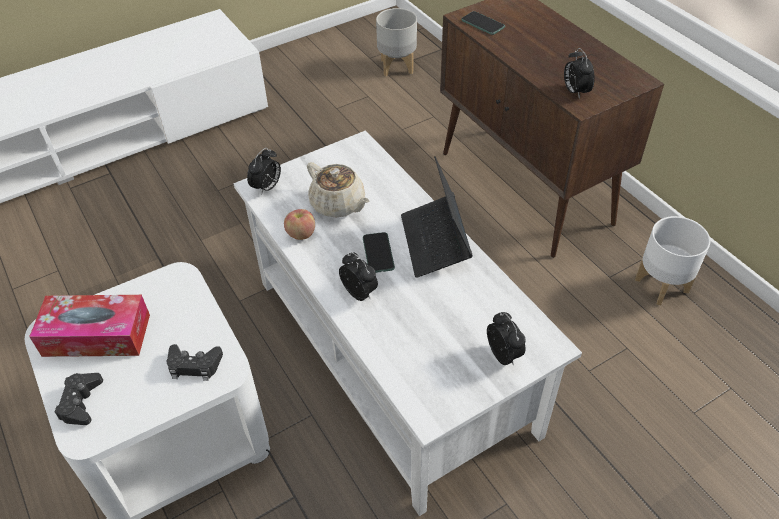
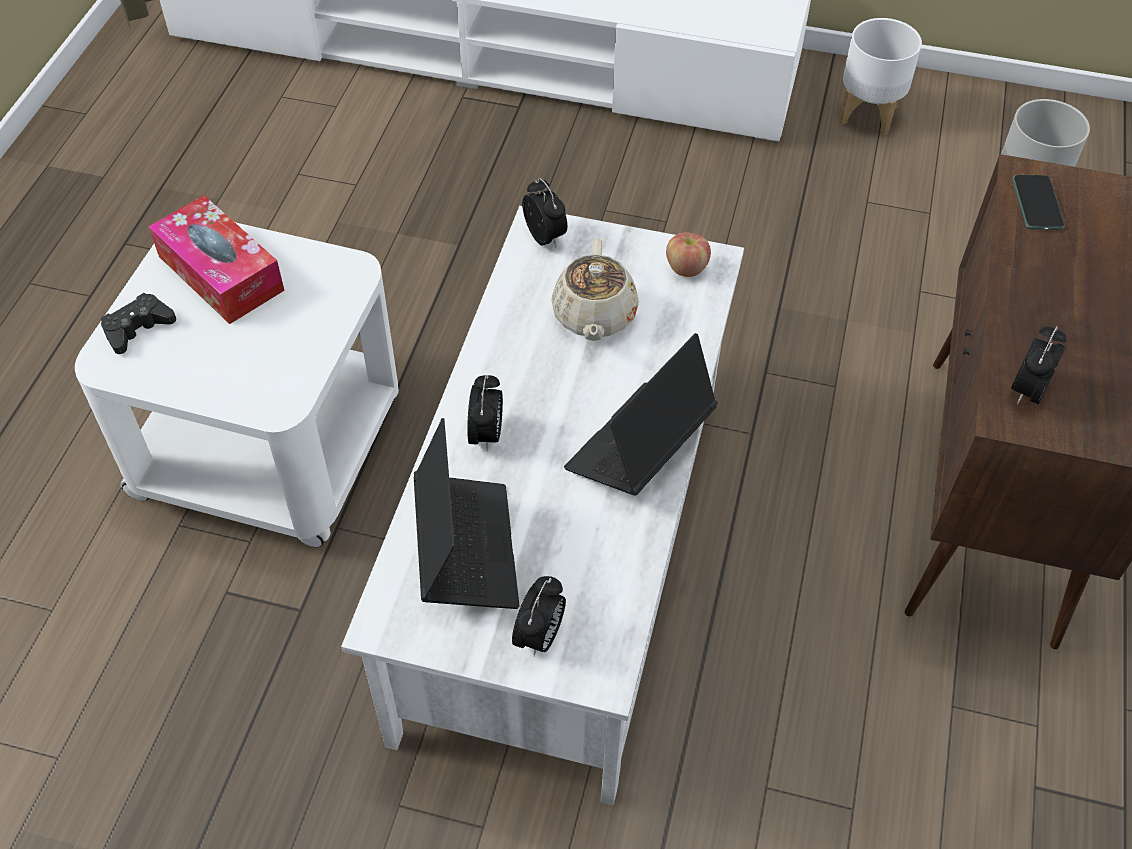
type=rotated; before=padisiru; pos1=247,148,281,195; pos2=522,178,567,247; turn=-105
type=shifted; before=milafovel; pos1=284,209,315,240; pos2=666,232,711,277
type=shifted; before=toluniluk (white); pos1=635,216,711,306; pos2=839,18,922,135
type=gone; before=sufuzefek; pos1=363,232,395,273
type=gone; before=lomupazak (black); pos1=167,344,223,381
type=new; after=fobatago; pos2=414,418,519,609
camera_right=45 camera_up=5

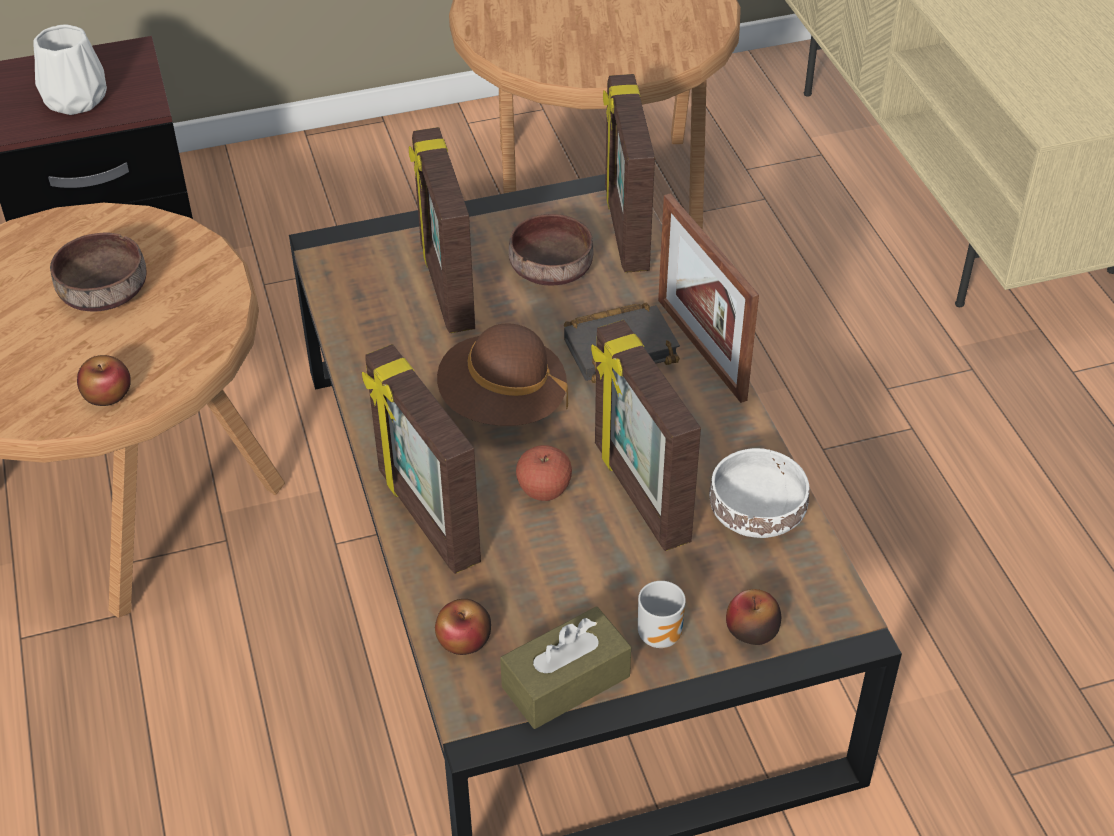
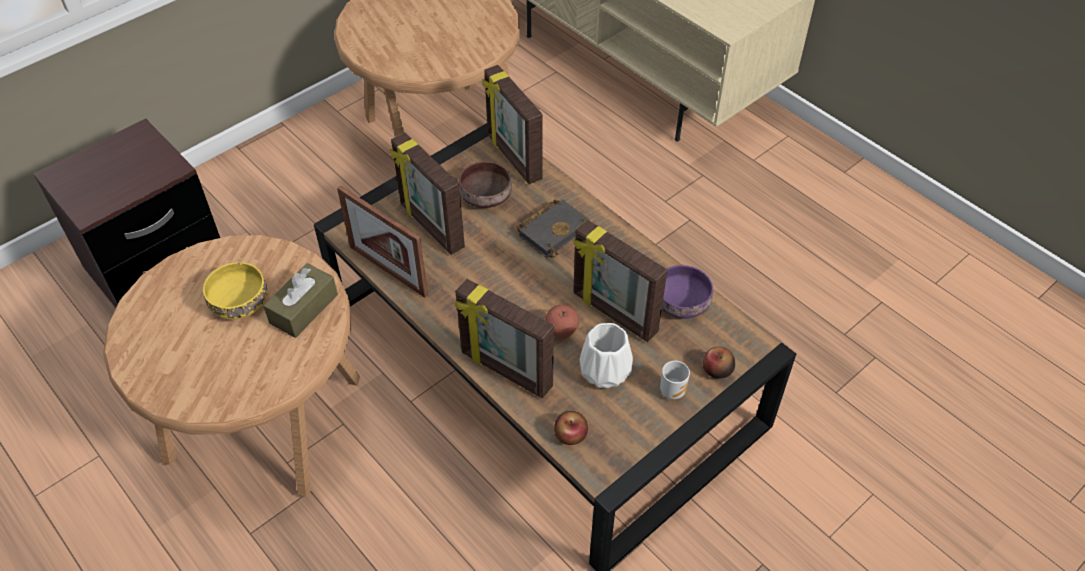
type=shifted; before=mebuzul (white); pos1=33,24,107,115; pos2=580,323,633,388
type=shifted; before=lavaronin; pos1=658,193,759,403; pos2=337,185,428,298
type=repainted; before=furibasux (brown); after=furibasux (yellow); pos1=50,233,147,312; pos2=203,262,267,320
type=gone; before=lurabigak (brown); pos1=437,323,568,426
type=gone; before=milafovel; pos1=77,355,131,406
type=repainted; before=furibasux (white); after=furibasux (purple); pos1=709,448,810,538; pos2=662,265,713,319
type=shifted; before=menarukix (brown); pos1=500,607,631,729; pos2=263,263,338,338
camera_right=-25 camera_up=5

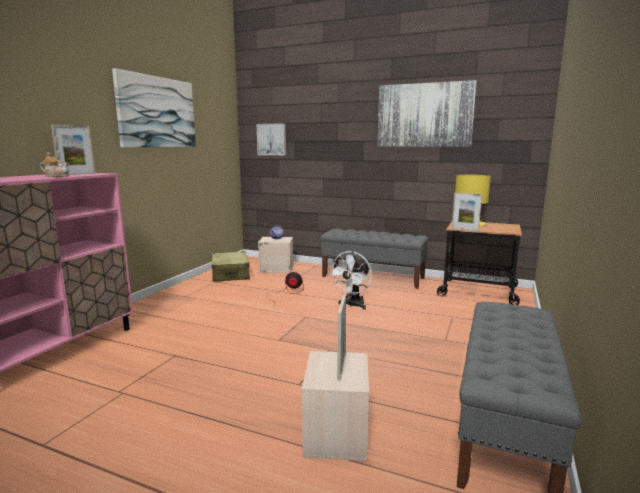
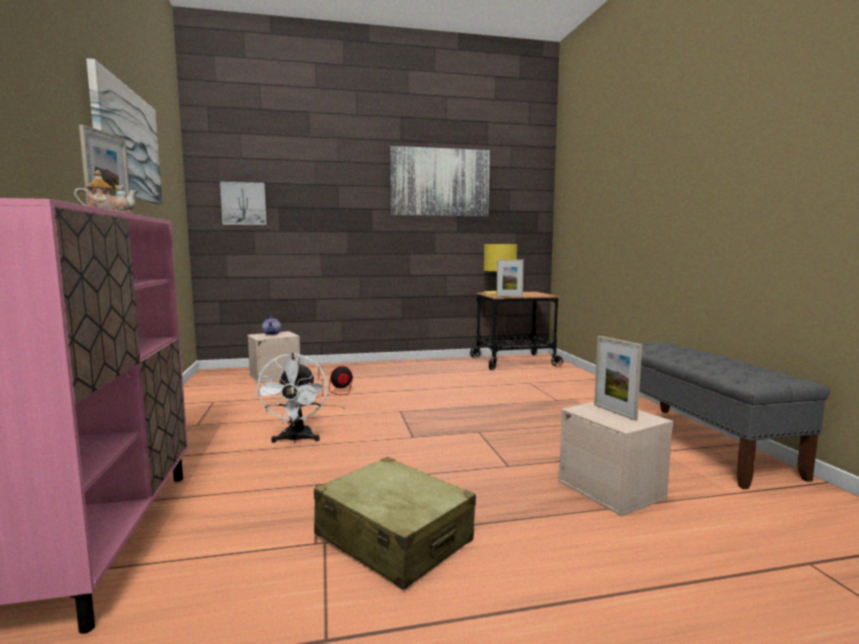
type=gone; before=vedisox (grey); pos1=320,229,429,289
type=shifted; before=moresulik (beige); pos1=211,251,250,281; pos2=314,457,476,590
type=shifted; before=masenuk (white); pos1=329,251,372,309; pos2=255,353,328,443
camera_right=-35 camera_up=-5

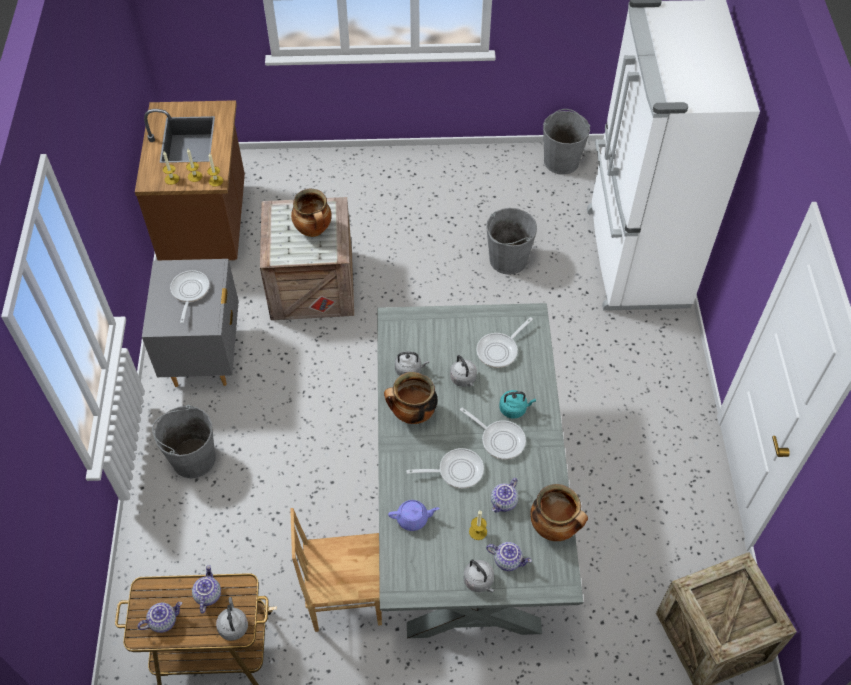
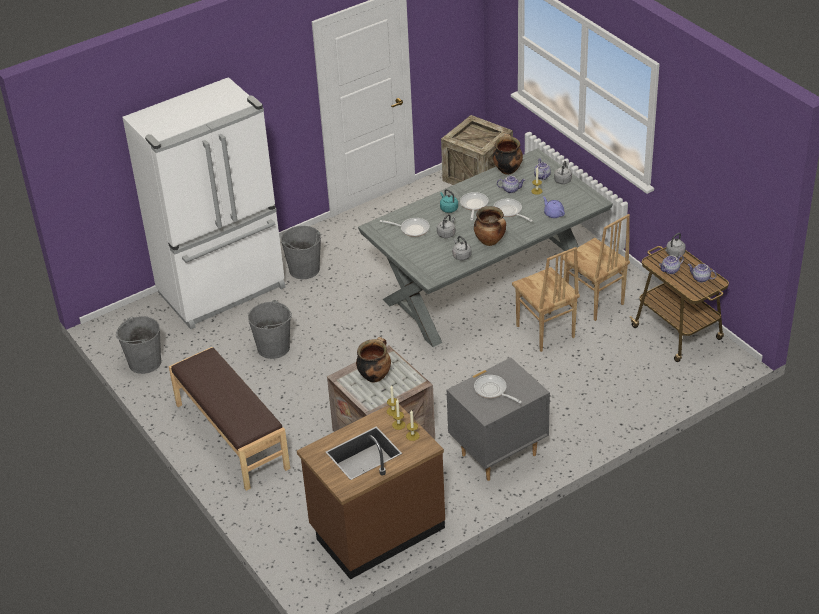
type=rotated; before=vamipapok; pos1=170,270,209,323; pos2=474,375,522,403; turn=75
type=shifted; before=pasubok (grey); pos1=152,405,216,478; pos2=281,226,321,279
type=new; after=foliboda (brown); pos2=512,247,580,352
type=new; after=vedisox (brown); pos2=169,347,290,491
camera_right=-120 camera_up=-15

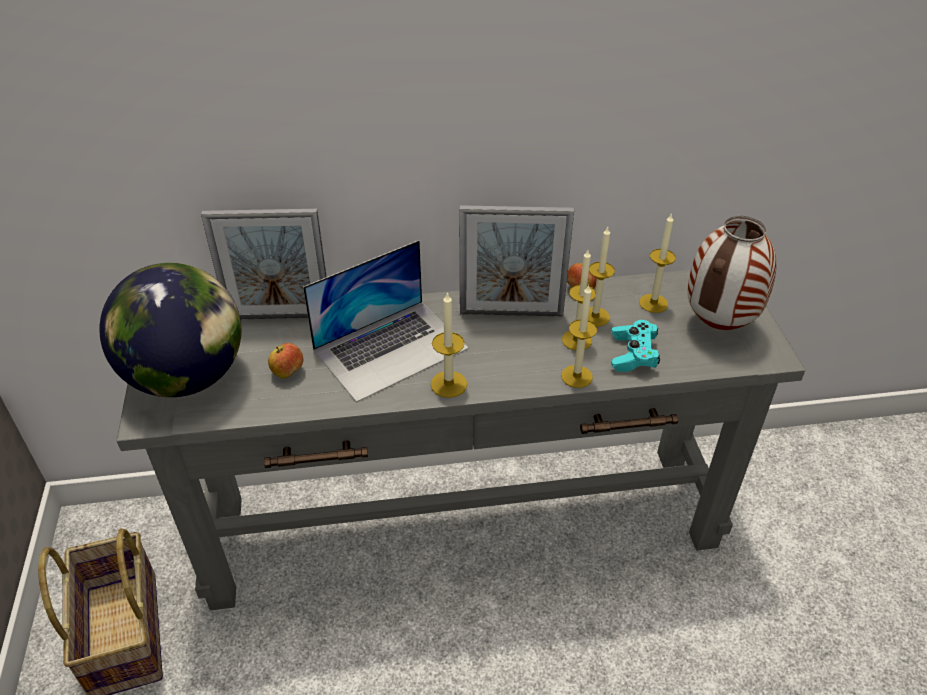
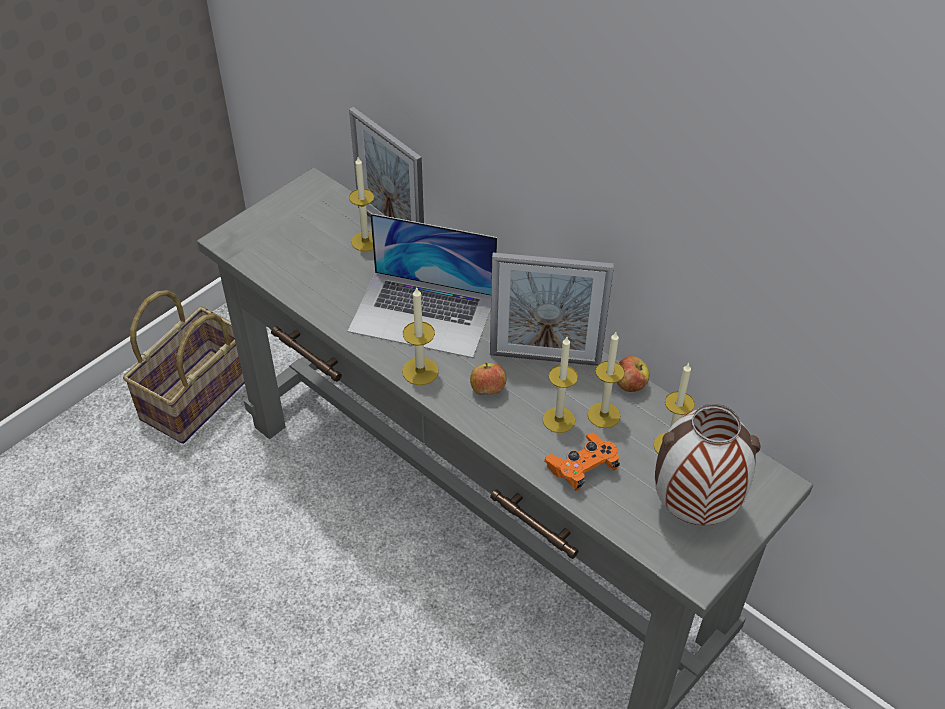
type=rotated; before=lavaronin; pos1=460,205,574,316; pos2=490,253,614,366; turn=-45
type=gone; before=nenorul; pos1=99,263,241,397
type=shifted; before=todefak; pos1=561,285,597,388; pos2=349,157,374,251
type=repainted; before=lomupazak (turquoise); after=lomupazak (orange); pos1=611,320,660,372; pos2=544,433,620,491
type=shifted; before=milafovel; pos1=268,343,303,378; pos2=470,363,506,395
camera_right=50 camera_up=5

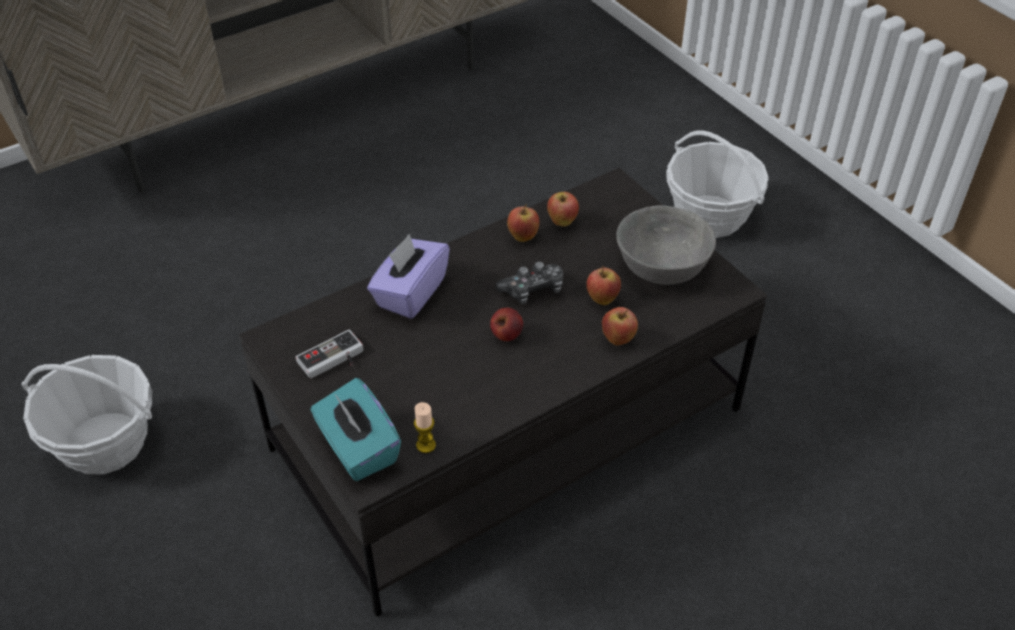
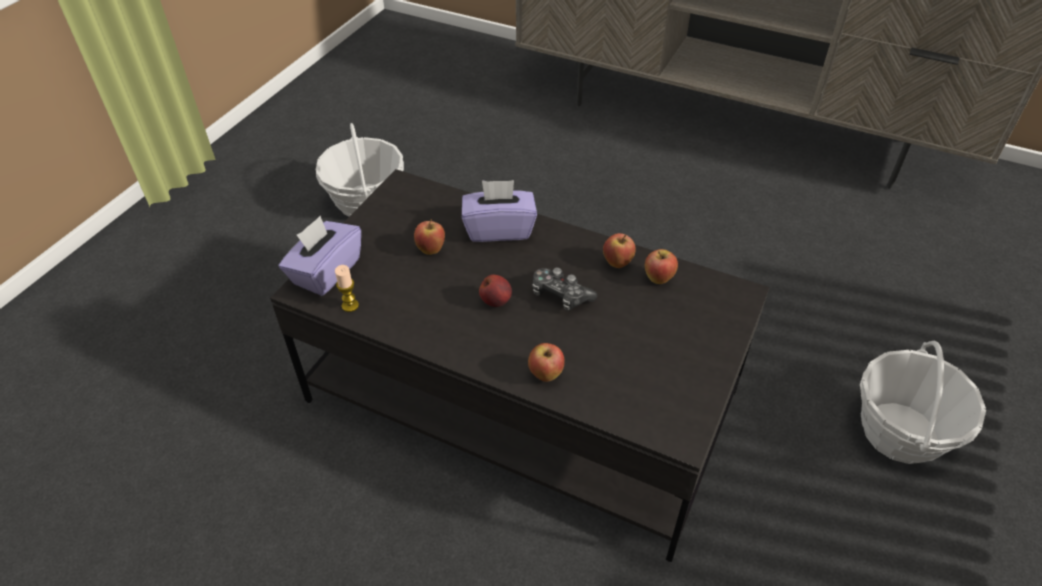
type=gone; before=furibasux (grey); pos1=616,205,716,285
type=shifted; before=milafovel; pos1=586,266,621,305; pos2=414,219,445,255
type=gone; before=lomupazak; pos1=296,330,363,379
type=repainted; before=menarukix (turquoise); after=menarukix (purple); pos1=311,378,401,481; pos2=279,216,361,296
camera_right=60 camera_up=0

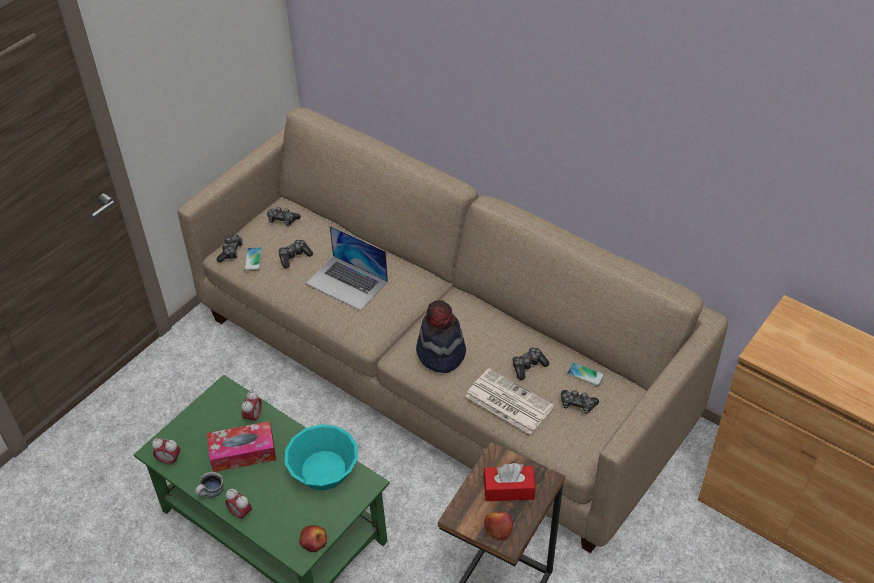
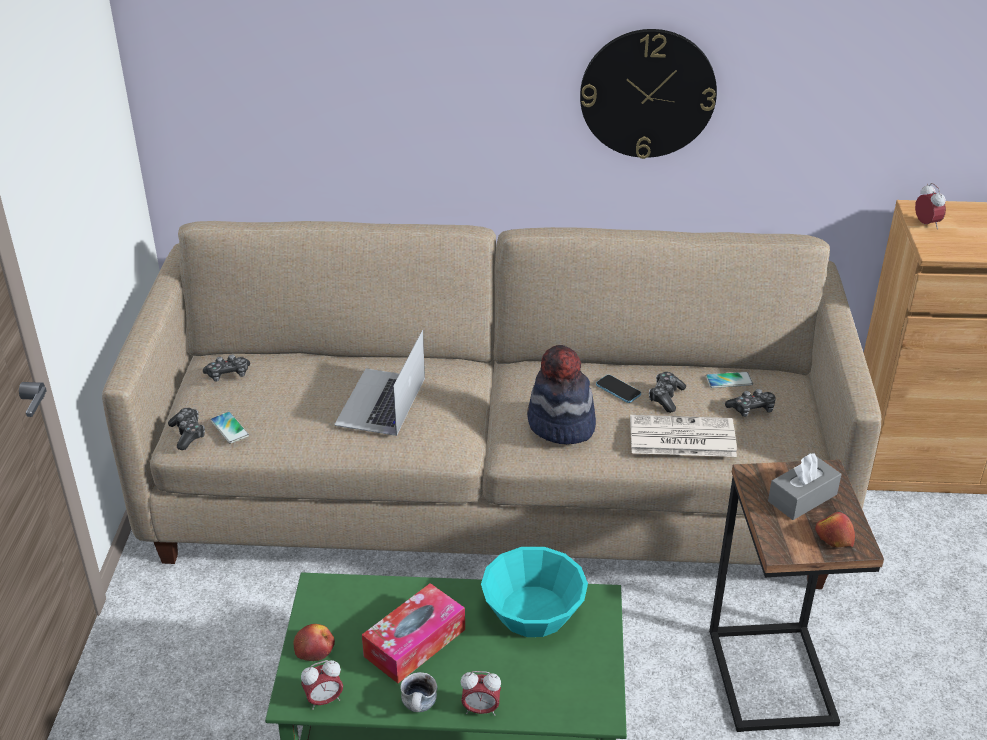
type=rotated; before=fobatago; pos1=306,226,388,311; pos2=334,330,425,436; turn=105
type=gone; before=lomupazak; pos1=279,240,313,268
type=shifted; before=padisiru; pos1=241,390,262,422; pos2=915,183,946,229
type=repainted; before=menarukix (red); after=menarukix (grey); pos1=484,463,536,501; pos2=768,453,842,520
type=shifted; before=milafovel; pos1=299,525,327,552; pos2=293,624,335,661
type=new; after=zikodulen; pos2=580,29,717,159
type=new; after=sufuzefek; pos2=596,375,641,403
camera_right=-35 camera_up=-10

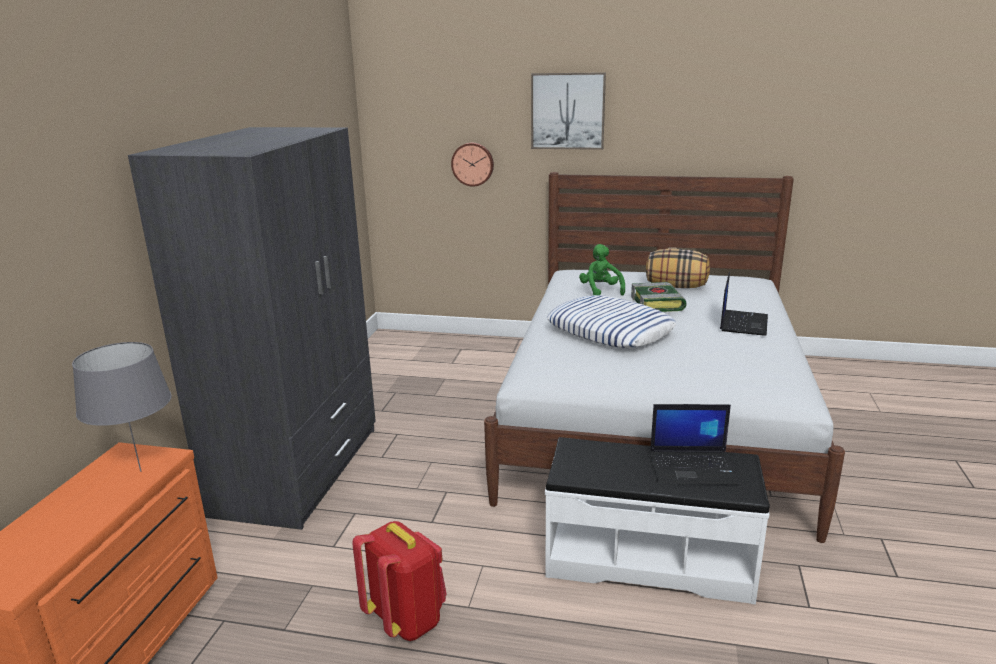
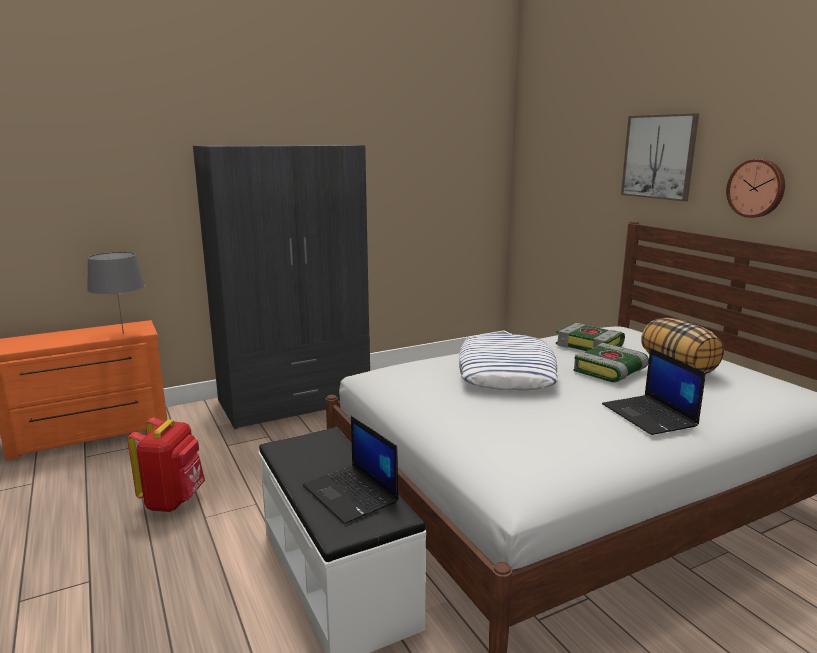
type=shifted; before=zikodulen; pos1=451,143,494,187; pos2=726,159,785,218
type=swapped; before=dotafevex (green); after=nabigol; pos1=579,244,625,296; pos2=556,323,625,351
type=rotated; before=fobatago; pos1=720,272,768,336; pos2=602,348,706,435; turn=90
camera_right=50 camera_up=-5

